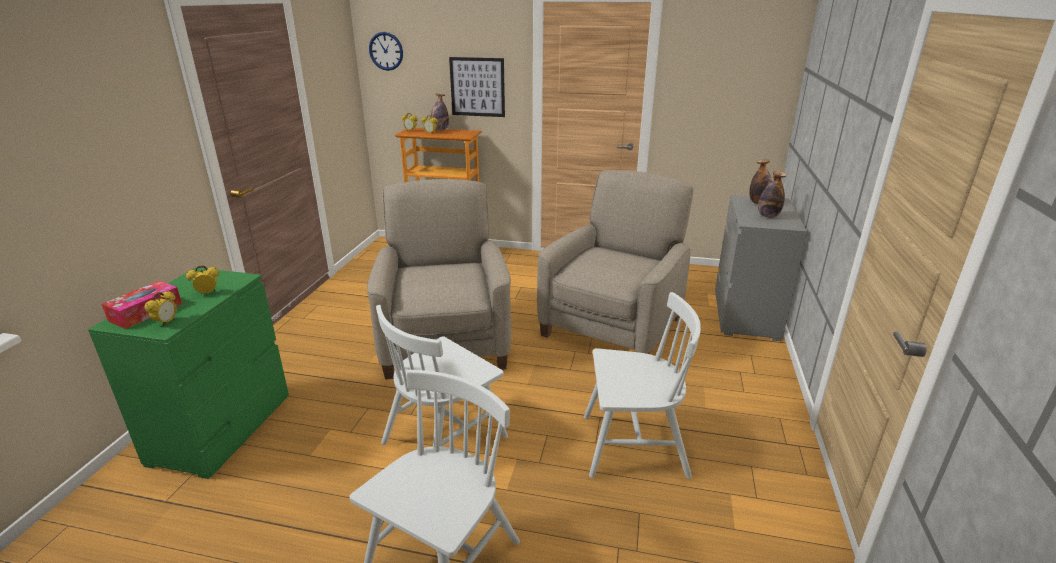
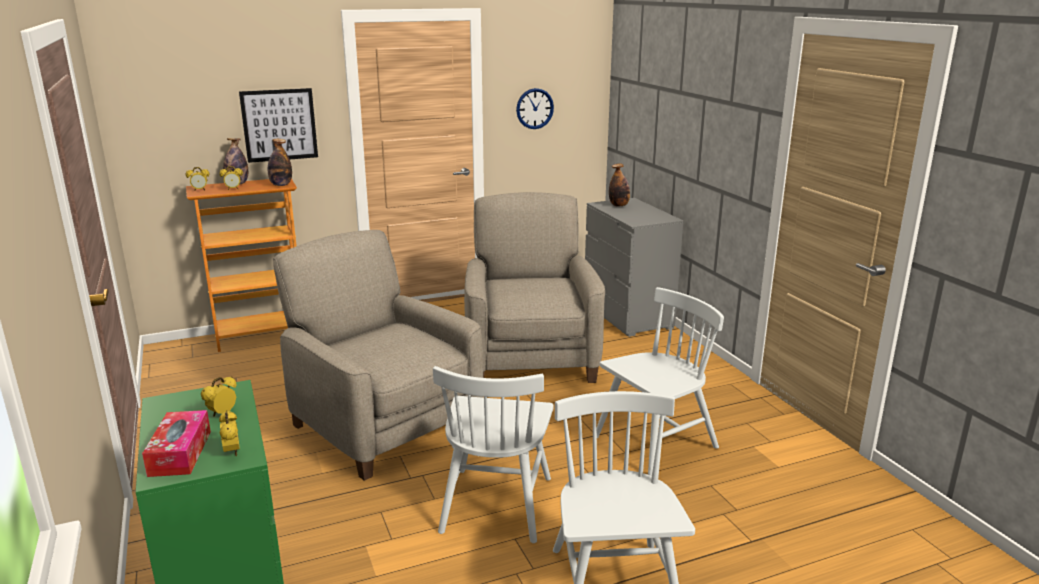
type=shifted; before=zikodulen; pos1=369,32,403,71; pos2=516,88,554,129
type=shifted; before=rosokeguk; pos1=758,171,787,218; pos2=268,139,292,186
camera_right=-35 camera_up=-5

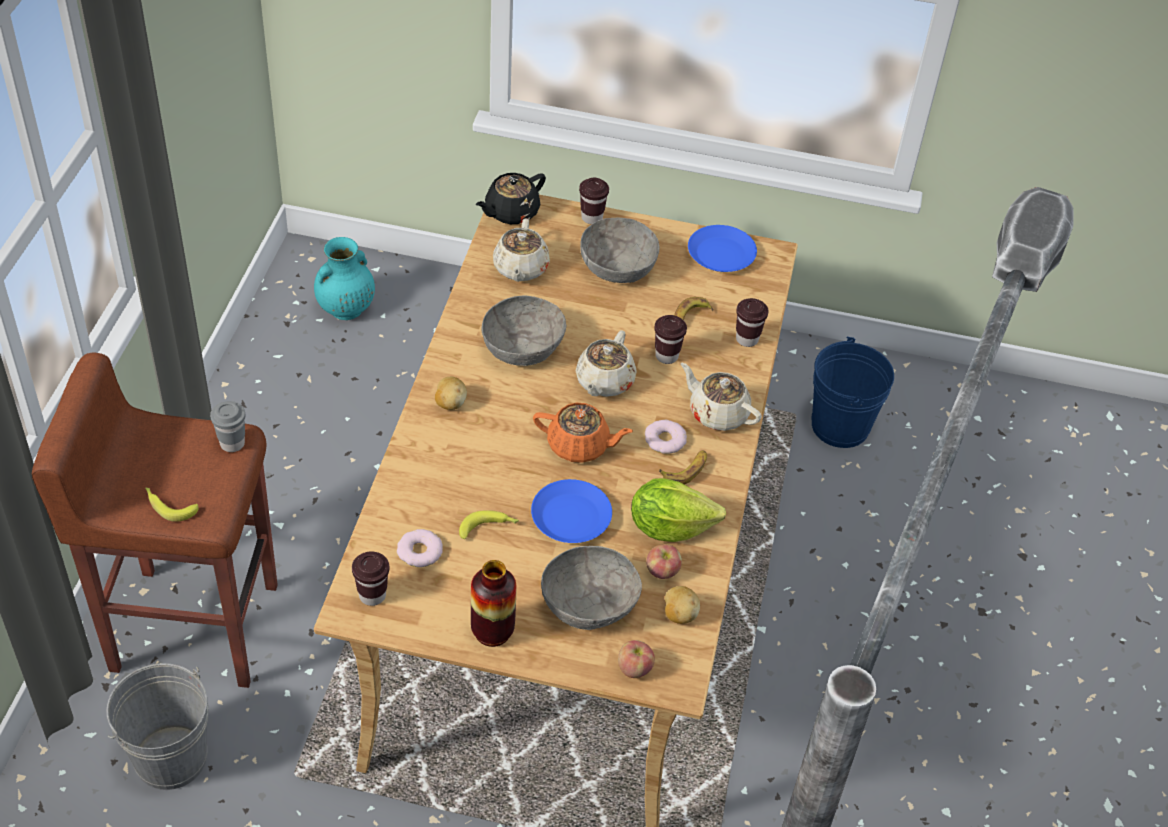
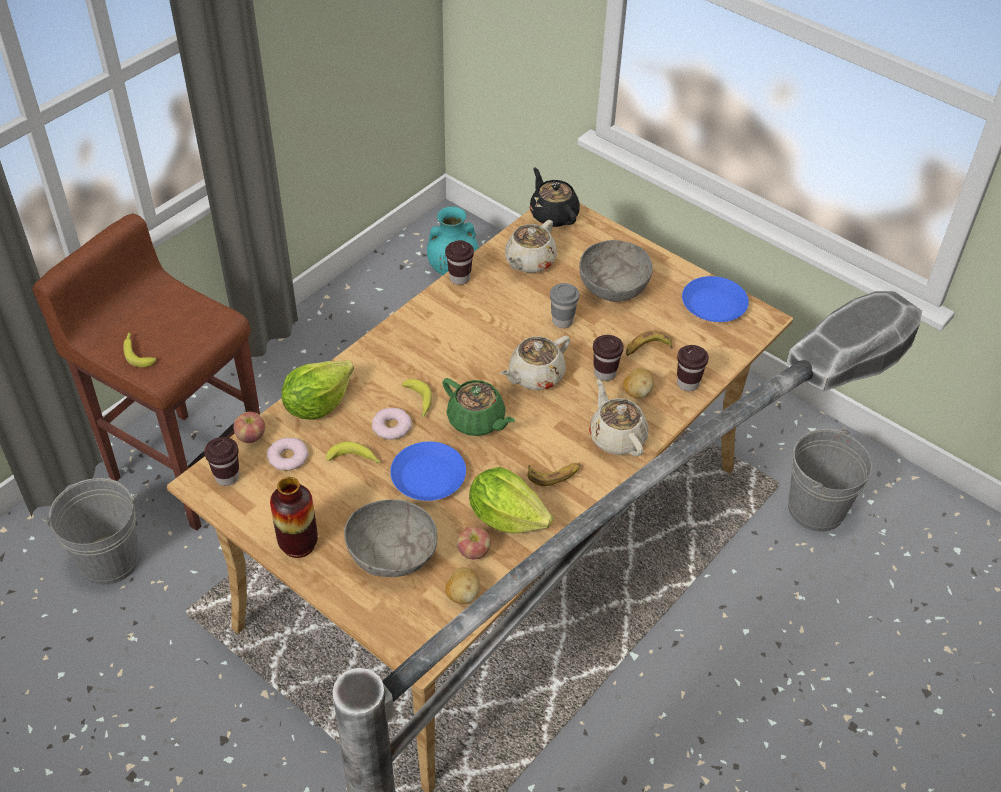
type=rotated; before=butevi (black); pos1=476,173,546,224; pos2=530,167,580,227; turn=75
type=shifted; before=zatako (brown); pos1=579,178,609,224; pos2=445,240,474,285
type=gone; before=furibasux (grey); pos1=481,295,566,366
type=repainted; before=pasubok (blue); after=pasubok (grey); pos1=812,337,894,448; pos2=788,427,872,532
type=shifted; before=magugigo; pos1=435,377,467,410; pos2=623,368,654,399
type=shifted; before=zatako (grey); pos1=210,401,246,452; pos2=550,283,579,328
type=repainted; before=butevi (orange); after=butevi (green); pos1=533,403,633,463; pos2=442,378,515,436
type=shifted; before=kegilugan; pos1=645,420,687,454; pos2=372,407,412,440
type=shifted; before=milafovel; pos1=618,640,655,678; pos2=234,412,265,443
type=new; after=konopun; pos2=282,360,354,420
type=new; after=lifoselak; pos2=401,379,432,417
camera_right=30 camera_up=0

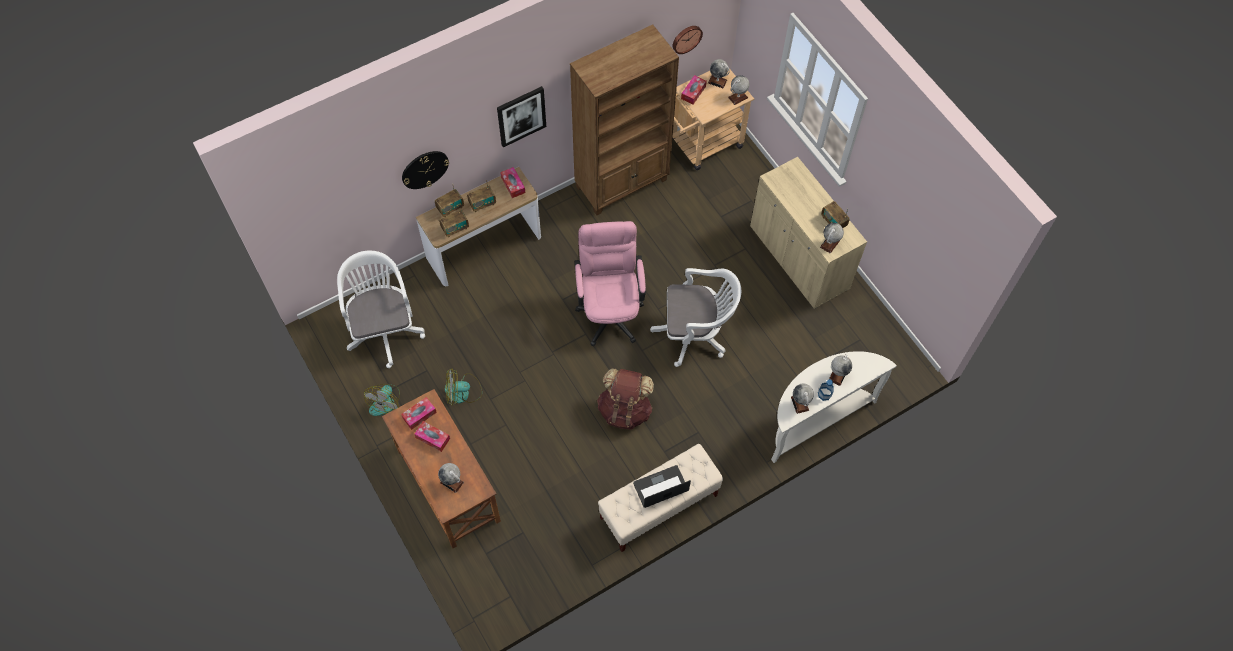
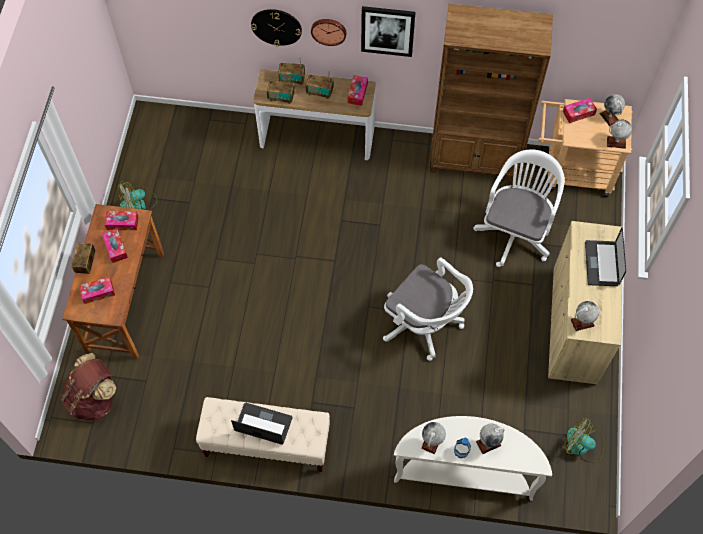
type=shifted; before=zikodulen; pos1=673,26,703,54; pos2=311,19,346,46
type=shifted; before=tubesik; pos1=821,201,850,228; pos2=71,242,95,274
type=gone; before=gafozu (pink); pos1=575,221,646,347
type=shifted; before=gafozu (white); pos1=337,250,425,368; pos2=473,149,565,267
type=shifted; before=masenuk; pos1=445,368,482,405; pos2=564,418,605,463
type=shifted; before=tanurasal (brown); pos1=597,368,654,430; pos2=60,353,116,421
type=swapped; before=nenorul; after=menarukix; pos1=438,463,464,493; pos2=79,277,115,304
type=new; after=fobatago; pos2=585,227,626,286
camera_right=40 camera_up=0

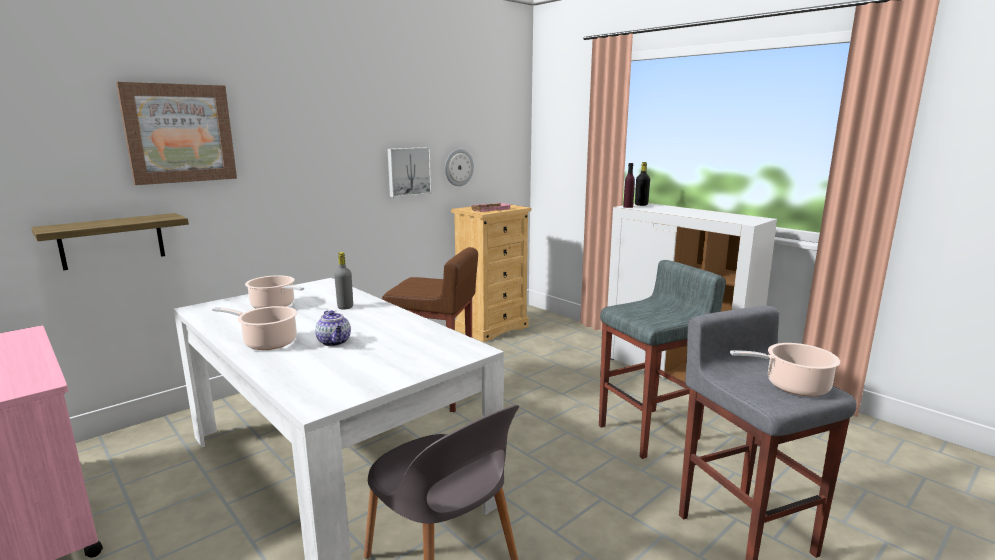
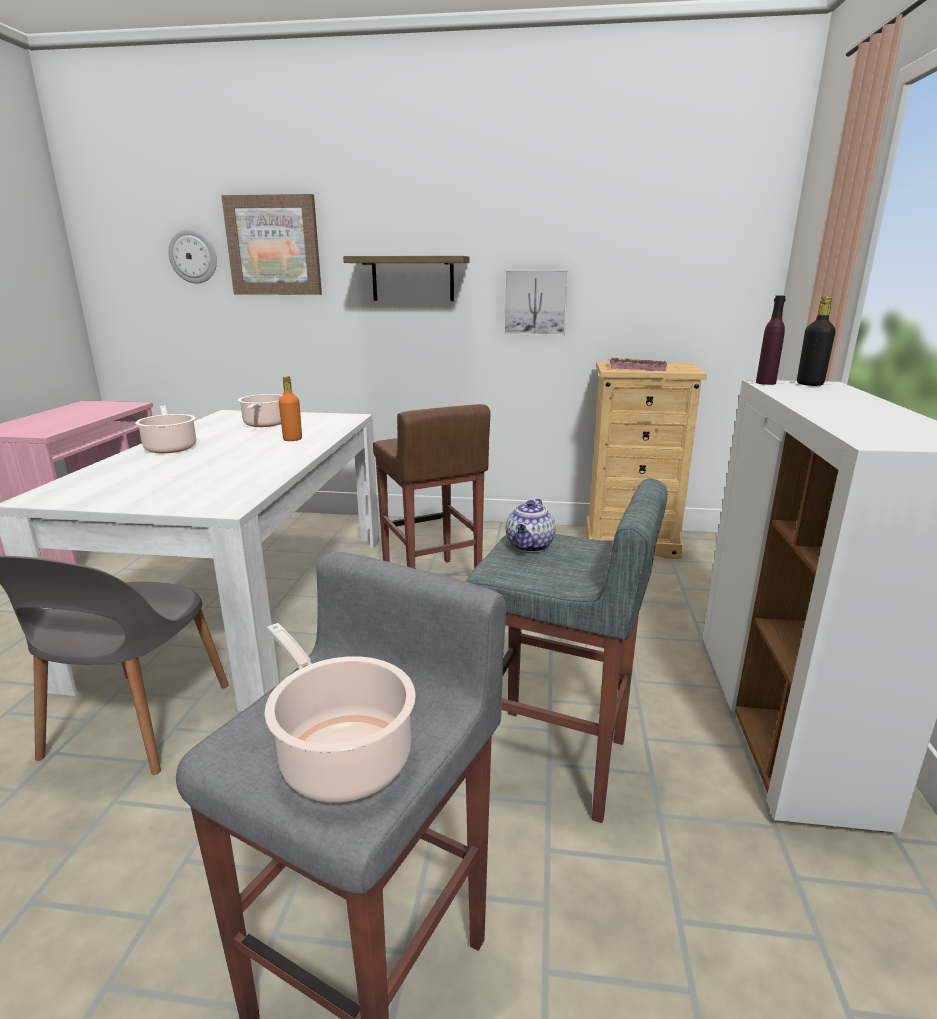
type=shifted; before=zikodulen; pos1=445,149,474,186; pos2=168,229,217,284
type=shifted; before=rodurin; pos1=31,213,189,270; pos2=343,256,469,301
type=repainted; before=rosokeguk (grey); after=rosokeguk (orange); pos1=334,252,353,310; pos2=279,376,302,441
type=shifted; before=butevi; pos1=315,311,351,346; pos2=506,499,556,552
camera_right=50 camera_up=5

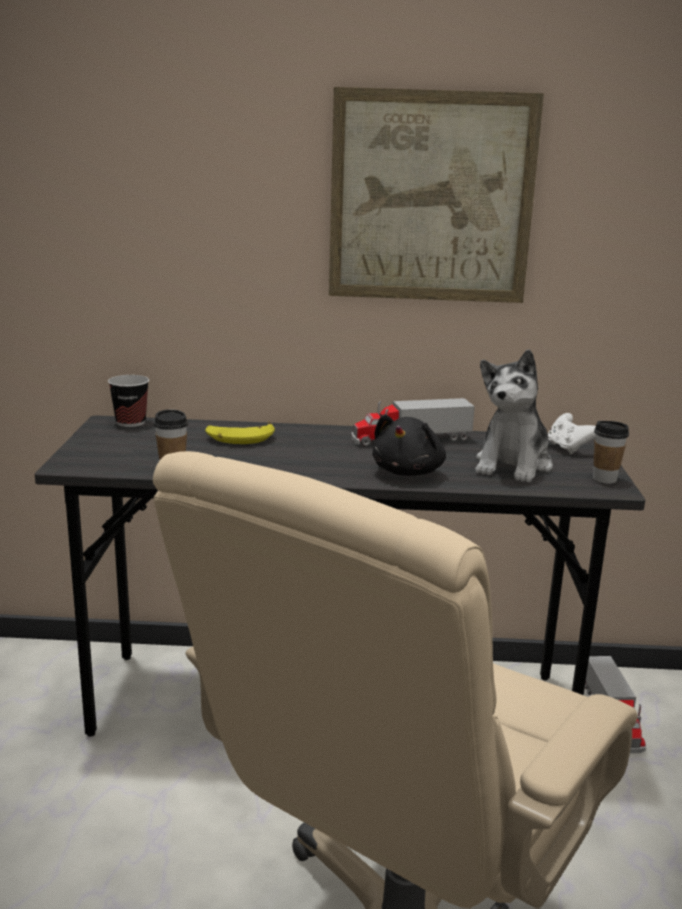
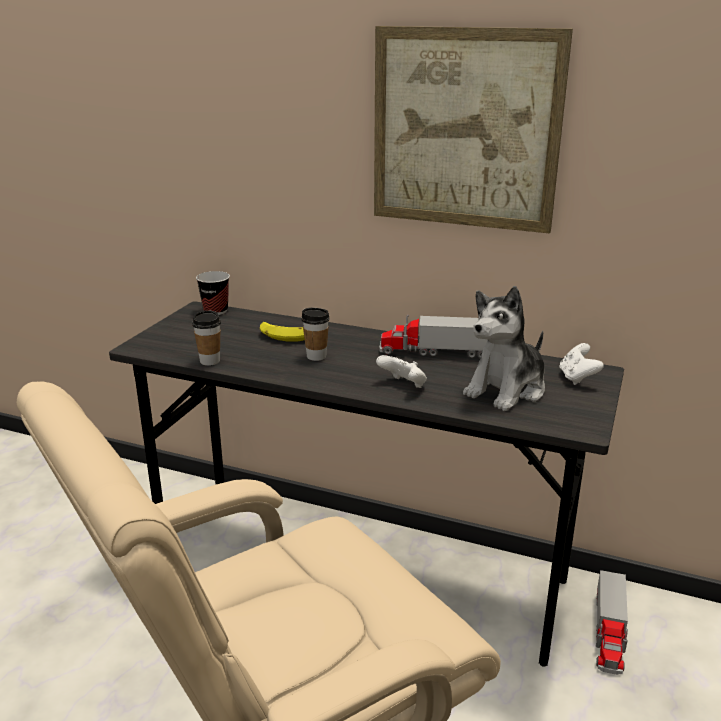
type=swapped; before=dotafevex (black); after=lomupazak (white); pos1=372,414,446,476; pos2=376,355,427,388
type=shifted; before=zatako; pos1=593,421,629,484; pos2=301,308,330,361
camera_right=20 camera_up=5

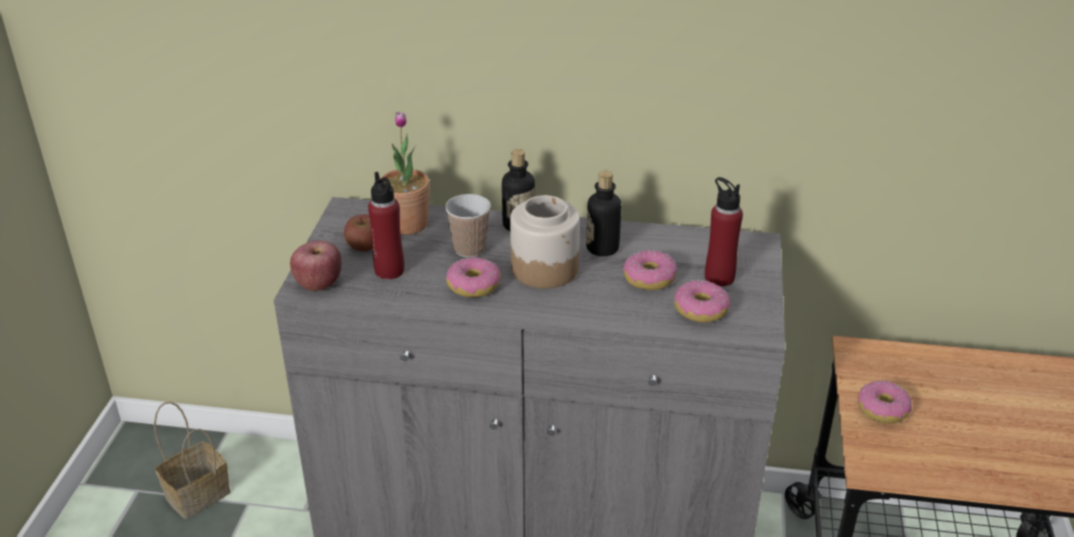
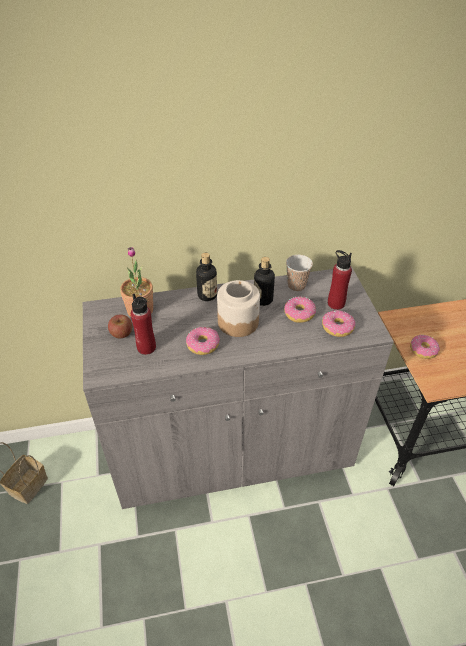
type=shifted; before=zatako; pos1=445,194,491,258; pos2=286,255,313,292
type=gone; before=milafovel; pos1=290,240,342,291
camera_right=-20 camera_up=10

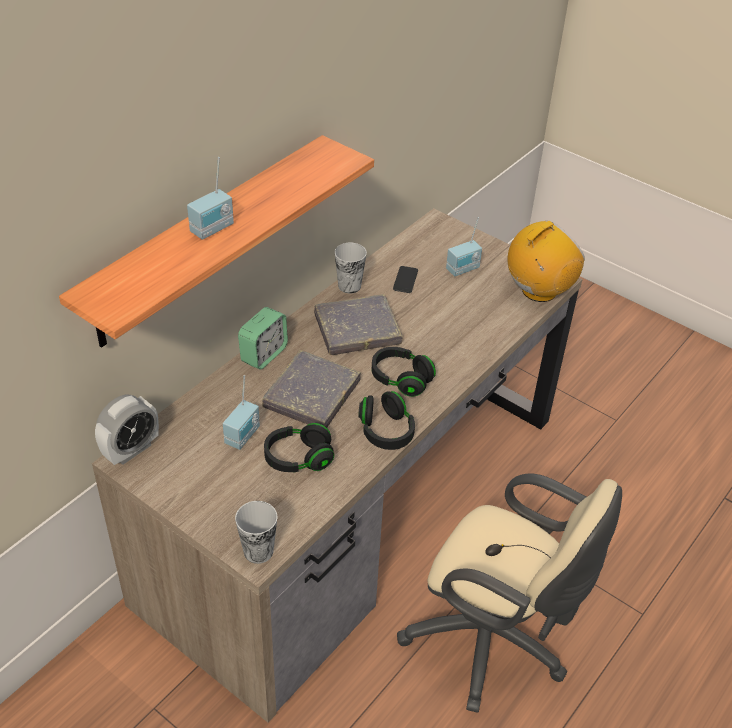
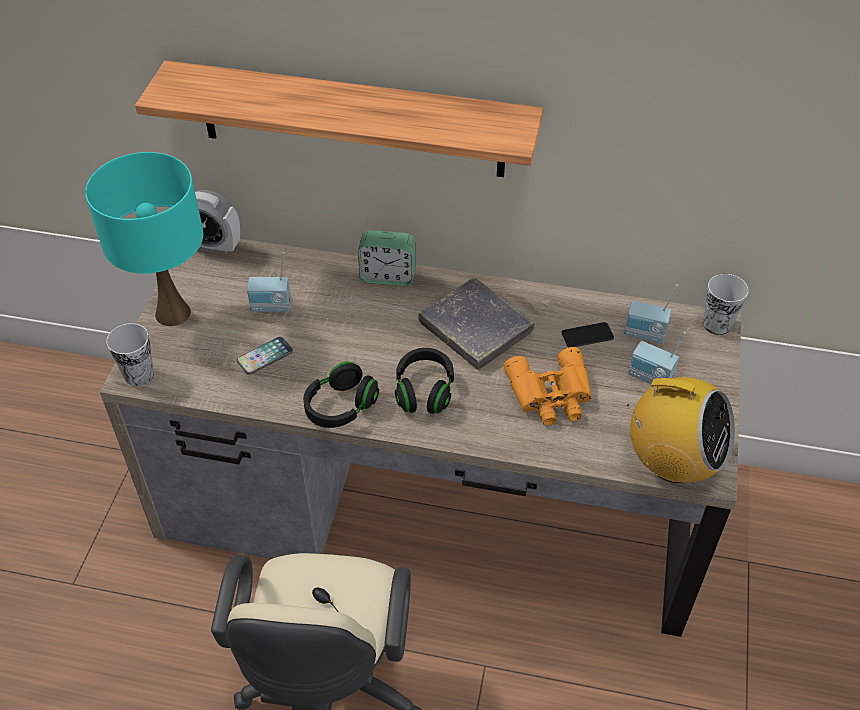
type=shifted; before=tubesik; pos1=187,157,234,240; pos2=624,284,678,344
type=shifted; before=zatako; pos1=335,243,367,293; pos2=703,274,749,335
type=gone; before=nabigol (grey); pos1=262,350,361,428
type=swapped; before=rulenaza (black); after=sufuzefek; pos1=264,423,334,472; pos2=236,337,293,375
type=new; after=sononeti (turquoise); pos2=85,152,203,326
type=new; after=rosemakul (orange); pos2=504,347,592,426
camera_right=65 camera_up=5

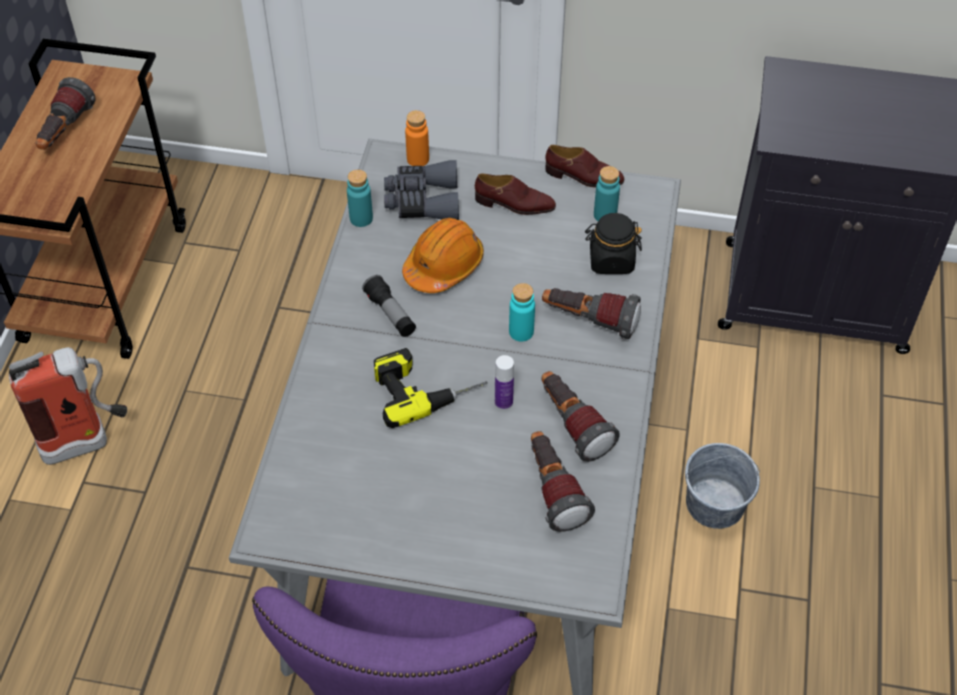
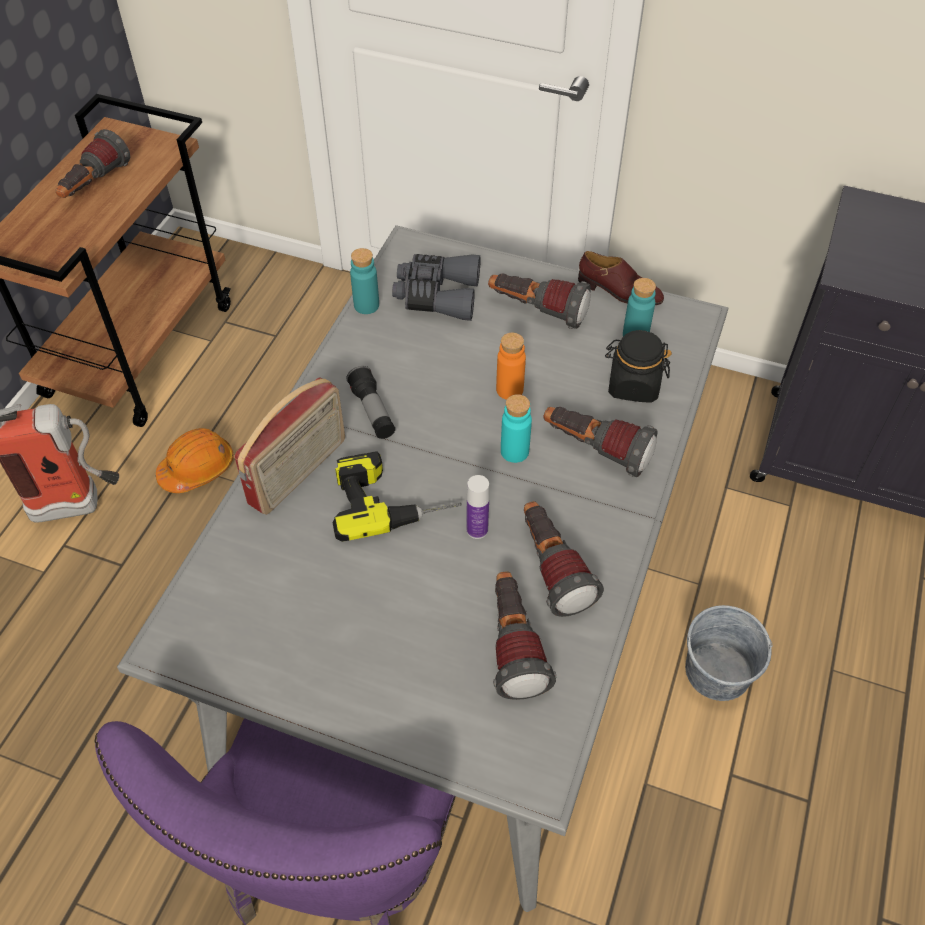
type=shifted; before=rosokeguk (orange); pos1=405,110,429,166; pos2=496,332,526,400
type=swapped; before=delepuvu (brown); after=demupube; pos1=475,173,556,215; pos2=488,273,591,329
type=shifted; before=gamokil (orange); pos1=402,218,484,293; pos2=156,428,234,493
type=new; after=tubesik; pos2=235,377,345,515
camera_right=10 camera_up=0

